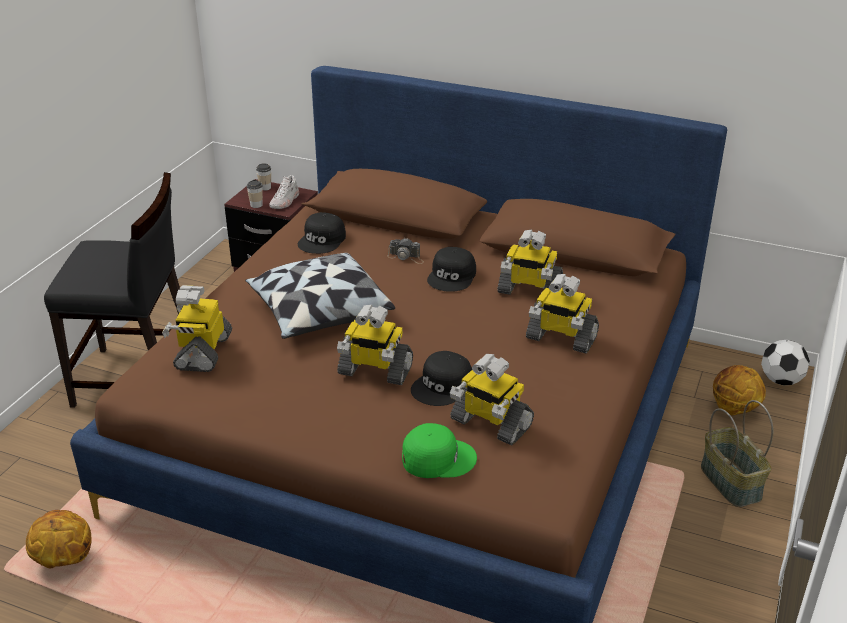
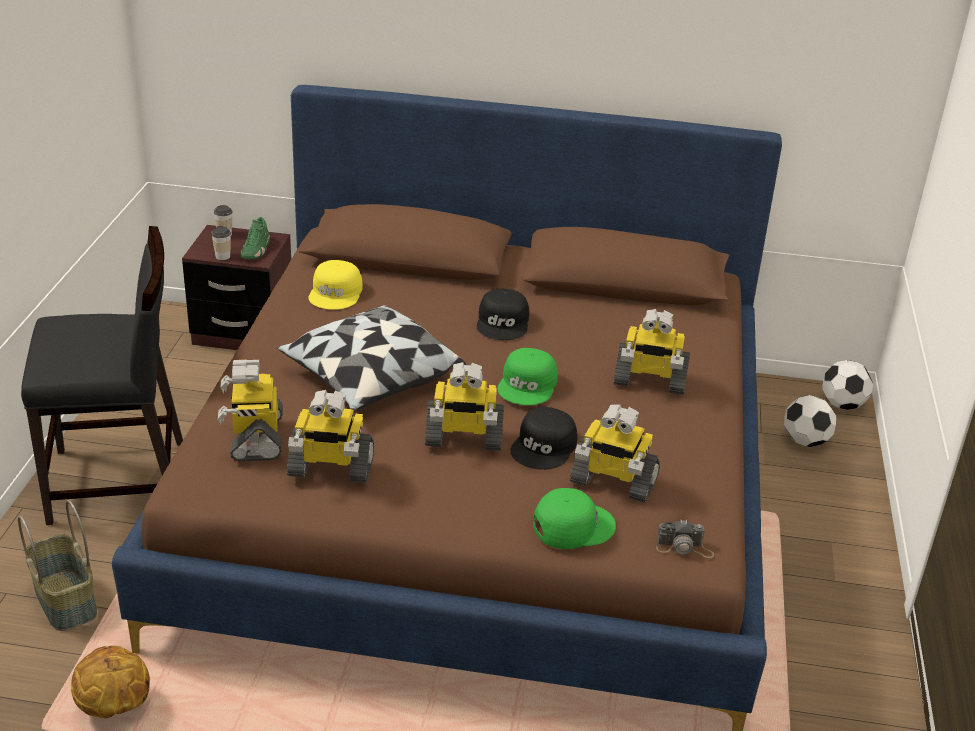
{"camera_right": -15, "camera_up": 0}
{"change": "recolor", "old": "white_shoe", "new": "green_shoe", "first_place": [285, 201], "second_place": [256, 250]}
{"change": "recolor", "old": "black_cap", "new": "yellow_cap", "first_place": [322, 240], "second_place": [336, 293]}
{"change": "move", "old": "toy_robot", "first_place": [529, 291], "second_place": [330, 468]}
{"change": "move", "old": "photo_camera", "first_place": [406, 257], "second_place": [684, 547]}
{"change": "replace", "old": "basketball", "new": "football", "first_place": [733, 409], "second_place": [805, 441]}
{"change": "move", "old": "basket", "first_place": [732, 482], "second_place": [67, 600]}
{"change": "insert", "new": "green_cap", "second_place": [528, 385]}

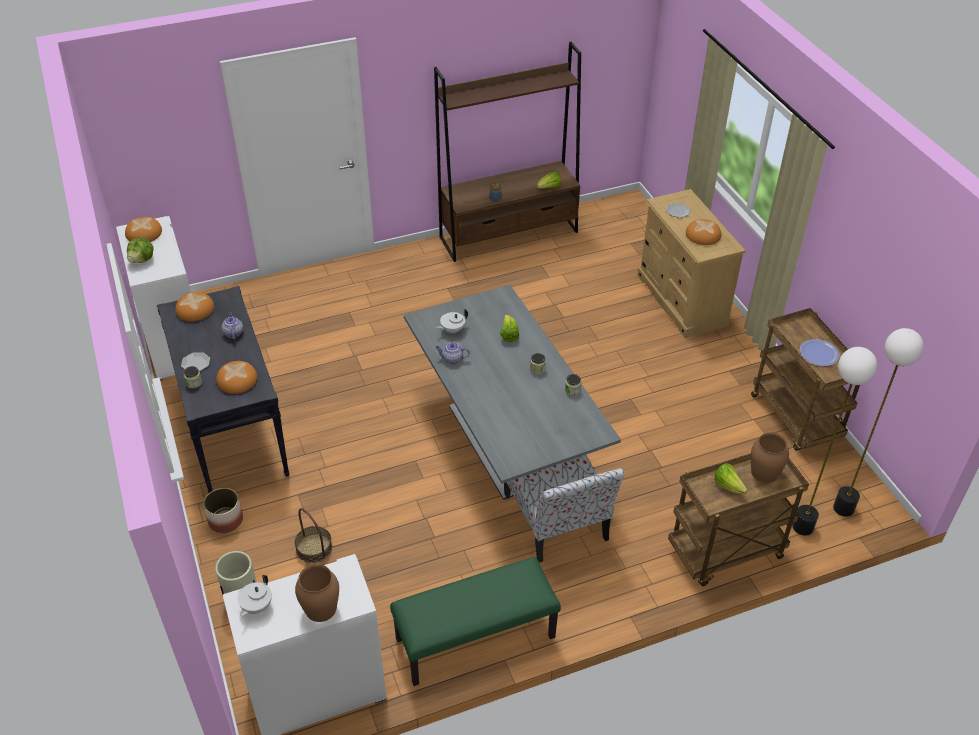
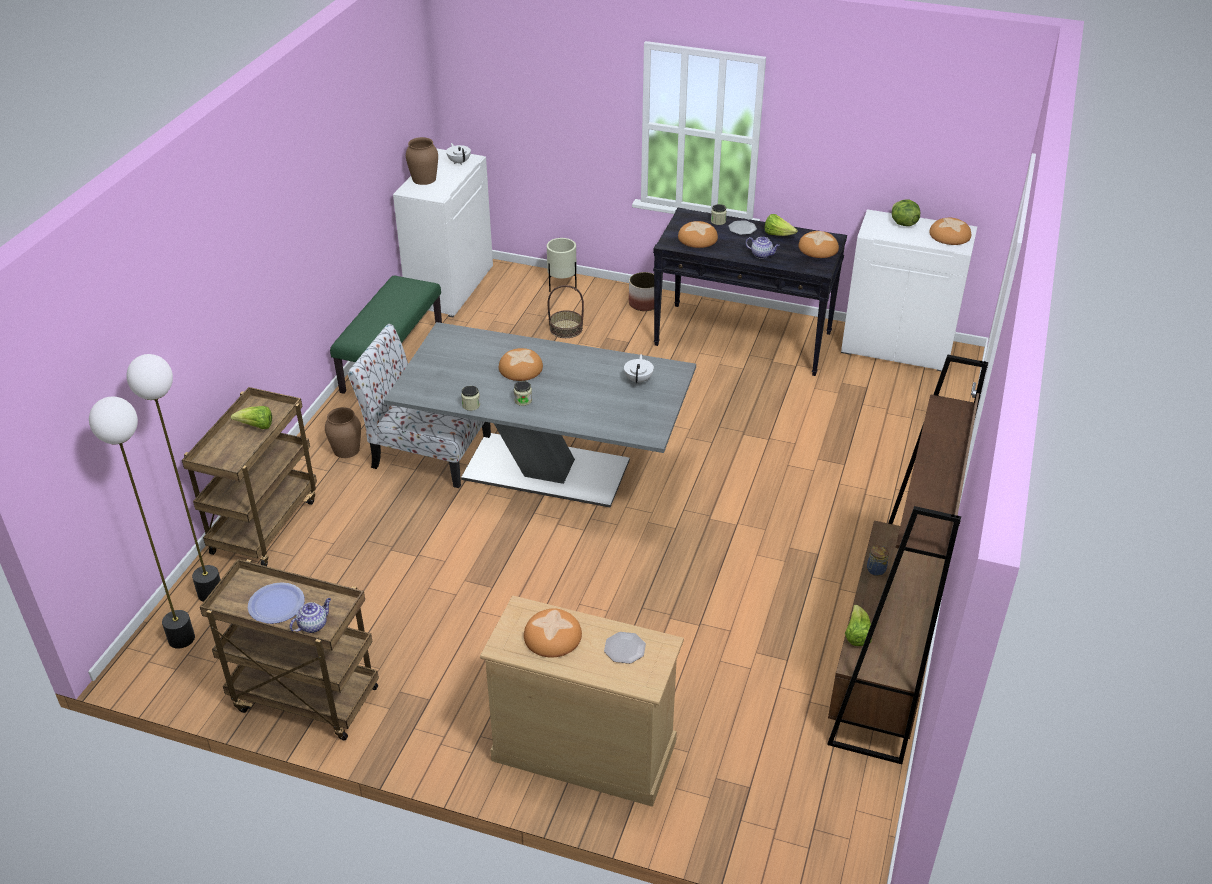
{"camera_right": 130, "camera_up": -5}
{"change": "move", "old": "lettuce", "first_place": [509, 335], "second_place": [778, 235]}
{"change": "move", "old": "teapot", "first_place": [452, 359], "second_place": [313, 625]}
{"change": "move", "old": "brown_vase", "first_place": [764, 472], "second_place": [346, 450]}
{"change": "insert", "new": "bread", "second_place": [520, 368]}

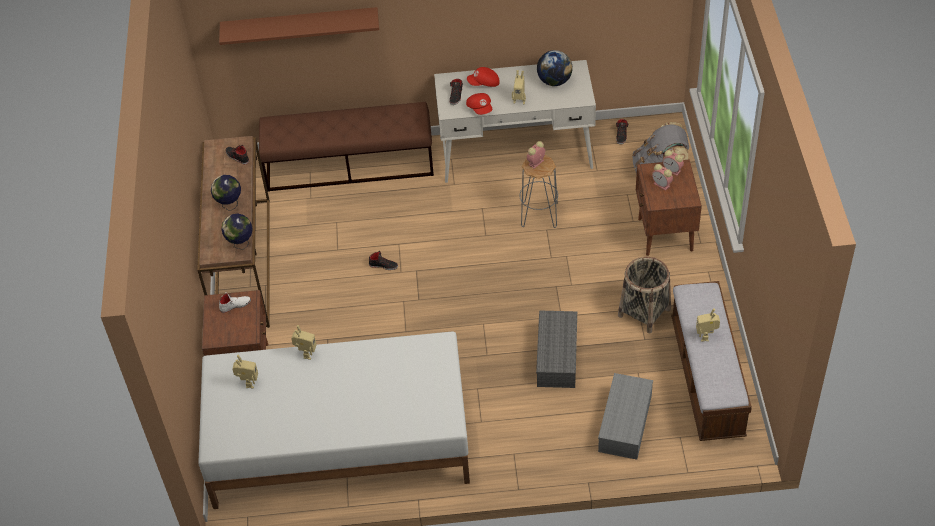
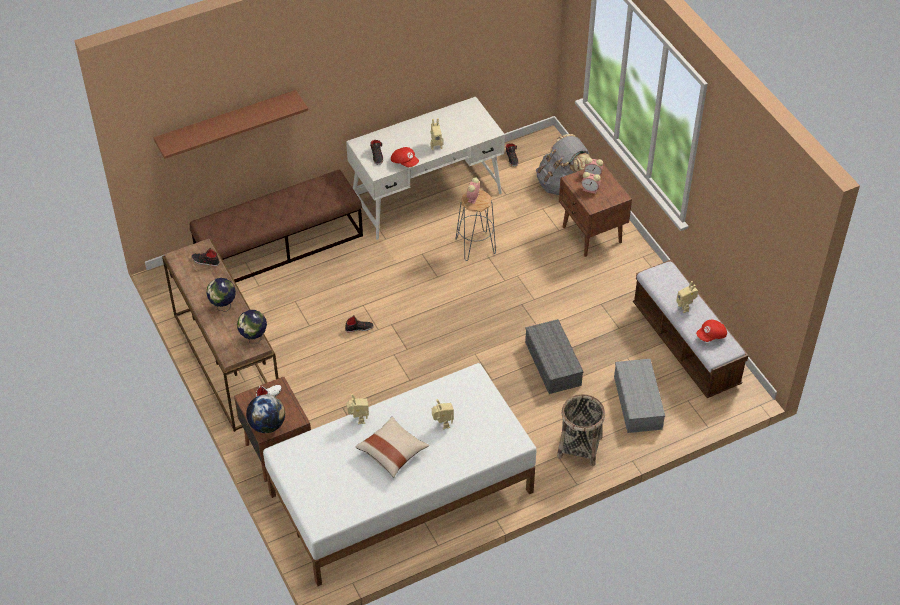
{"camera_right": -25, "camera_up": 0}
{"change": "move", "old": "globe", "first_place": [554, 81], "second_place": [267, 425]}
{"change": "move", "old": "red_cap", "first_place": [484, 83], "second_place": [711, 336]}
{"change": "move", "old": "basket", "first_place": [644, 312], "second_place": [579, 446]}
{"change": "move", "old": "toy_robot", "first_place": [248, 382], "second_place": [442, 424]}
{"change": "insert", "new": "beige_pillow", "second_place": [392, 452]}

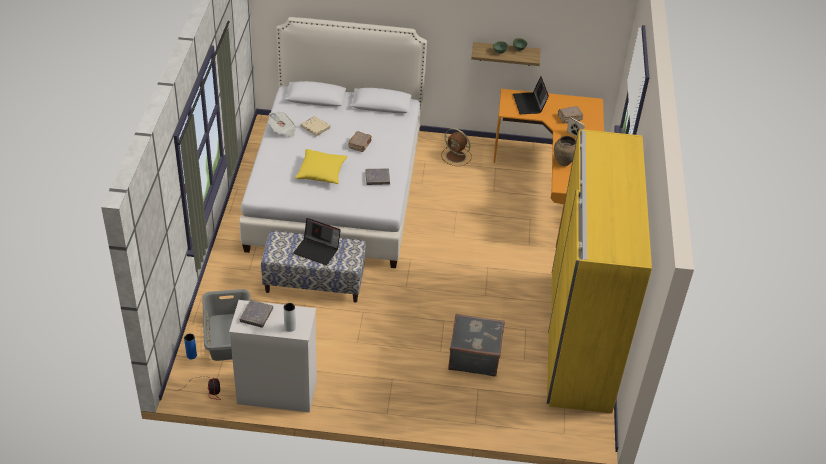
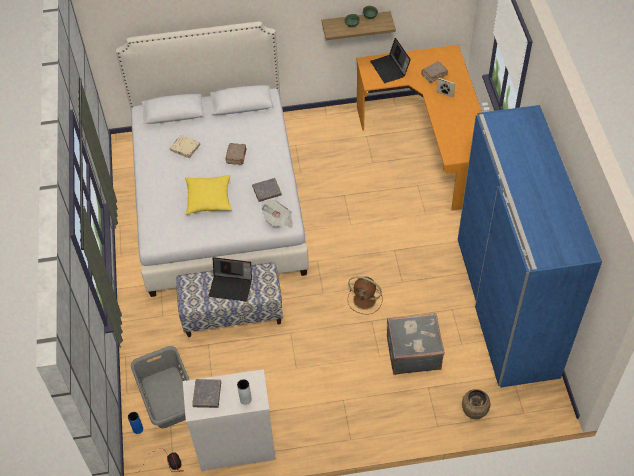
{"camera_right": -10, "camera_up": 10}
{"change": "move", "old": "newspaper", "first_place": [283, 131], "second_place": [278, 220]}
{"change": "move", "old": "brown_fan", "first_place": [456, 157], "second_place": [365, 300]}
{"change": "recolor", "old": "yellow_wardrobe", "new": "blue_wardrobe", "first_place": [579, 340], "second_place": [506, 306]}
{"change": "move", "old": "brown_vase", "first_place": [563, 162], "second_place": [473, 412]}

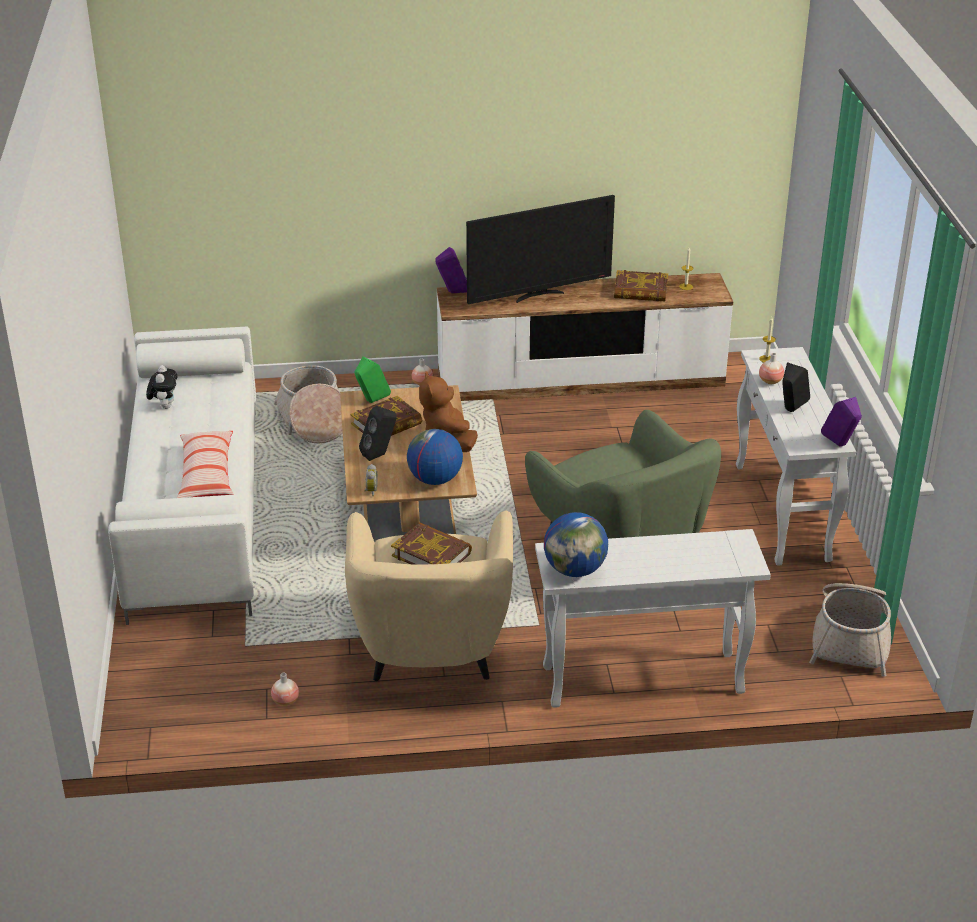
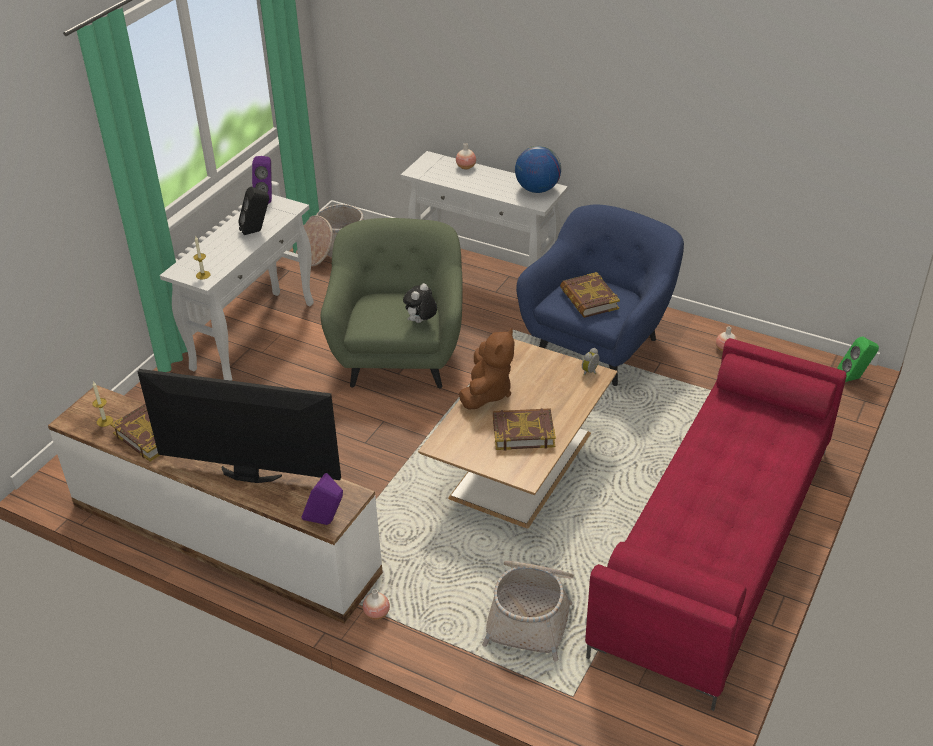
{"camera_right": -145, "camera_up": 5}
{"change": "recolor", "old": "white_sofa", "new": "red_sofa", "first_place": [195, 508], "second_place": [716, 548]}
{"change": "move", "old": "vase", "first_place": [770, 381], "second_place": [466, 167]}
{"change": "move", "old": "green_speaker", "first_place": [371, 402], "second_place": [854, 378]}
{"change": "move", "old": "plush_toy", "first_place": [164, 406], "second_place": [421, 322]}
{"change": "delete", "old": "black_speaker", "first_place": [380, 455]}
{"change": "delete", "old": "globe", "first_place": [435, 479]}
{"change": "delete", "old": "pillow", "first_place": [207, 475]}
{"change": "recolor", "old": "beige_armchair", "new": "blue_armchair", "first_place": [431, 646], "second_place": [599, 345]}

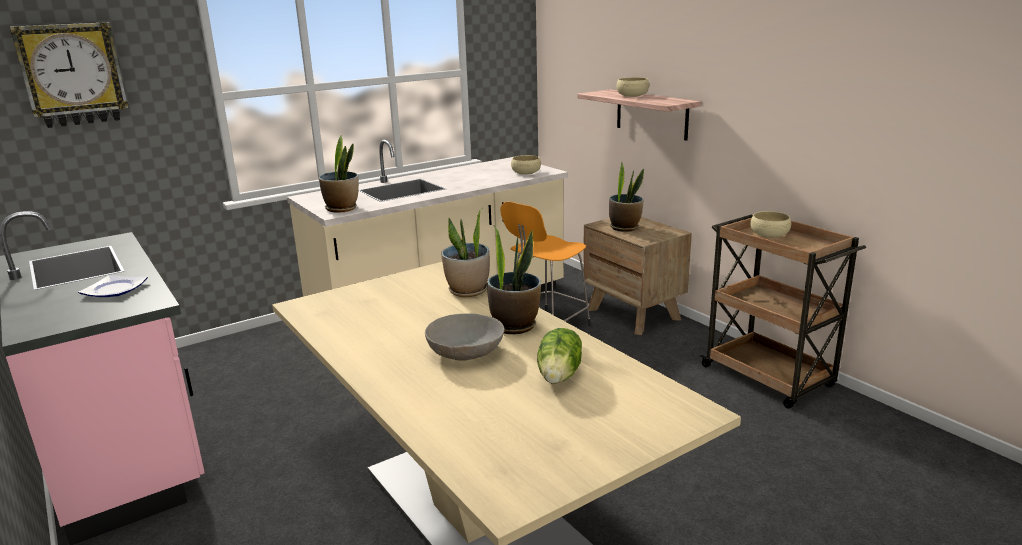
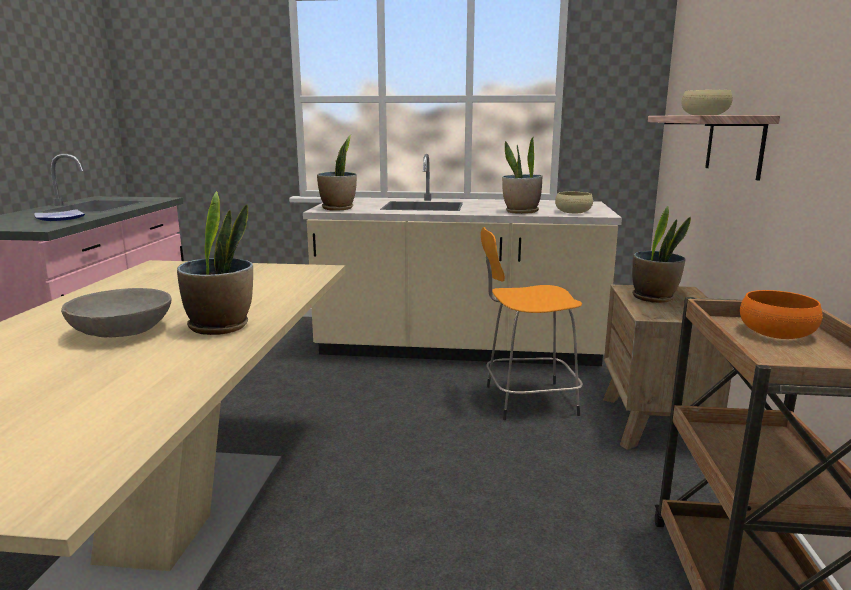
{"camera_right": 40, "camera_up": -5}
{"change": "delete", "old": "wall_clock", "first_place": [72, 75]}
{"change": "move", "old": "potted_plant", "first_place": [468, 291], "second_place": [521, 212]}
{"change": "recolor", "old": "beige_bowl", "new": "orange_bowl", "first_place": [769, 234], "second_place": [776, 332]}
{"change": "delete", "old": "lettuce", "first_place": [560, 375]}

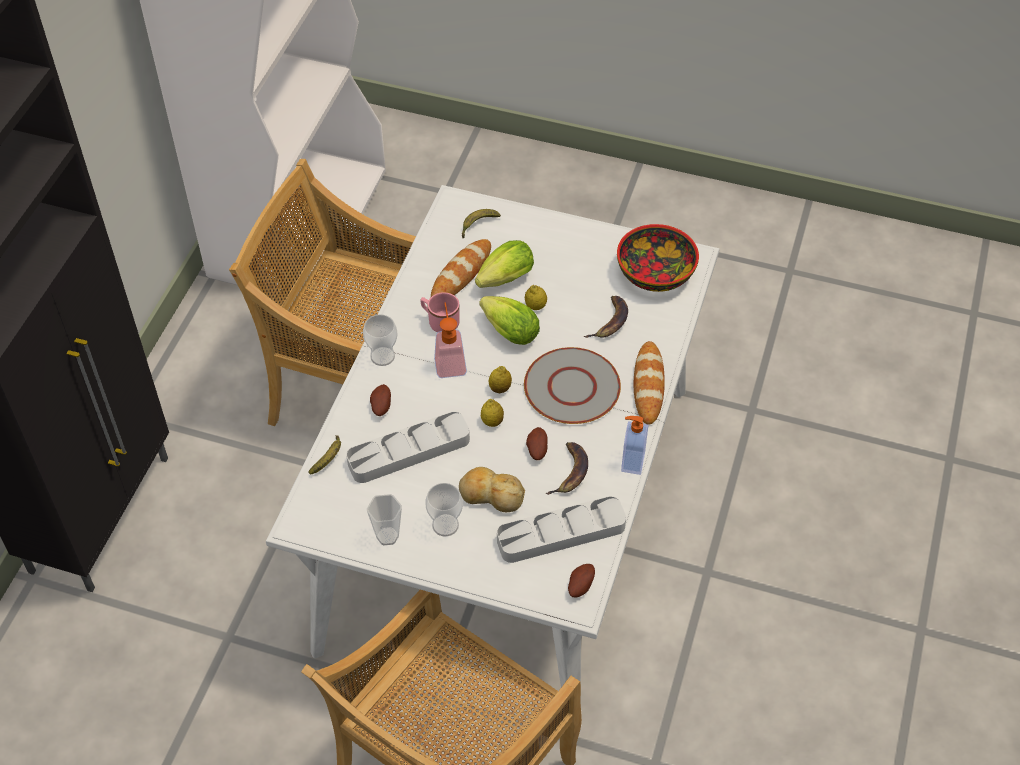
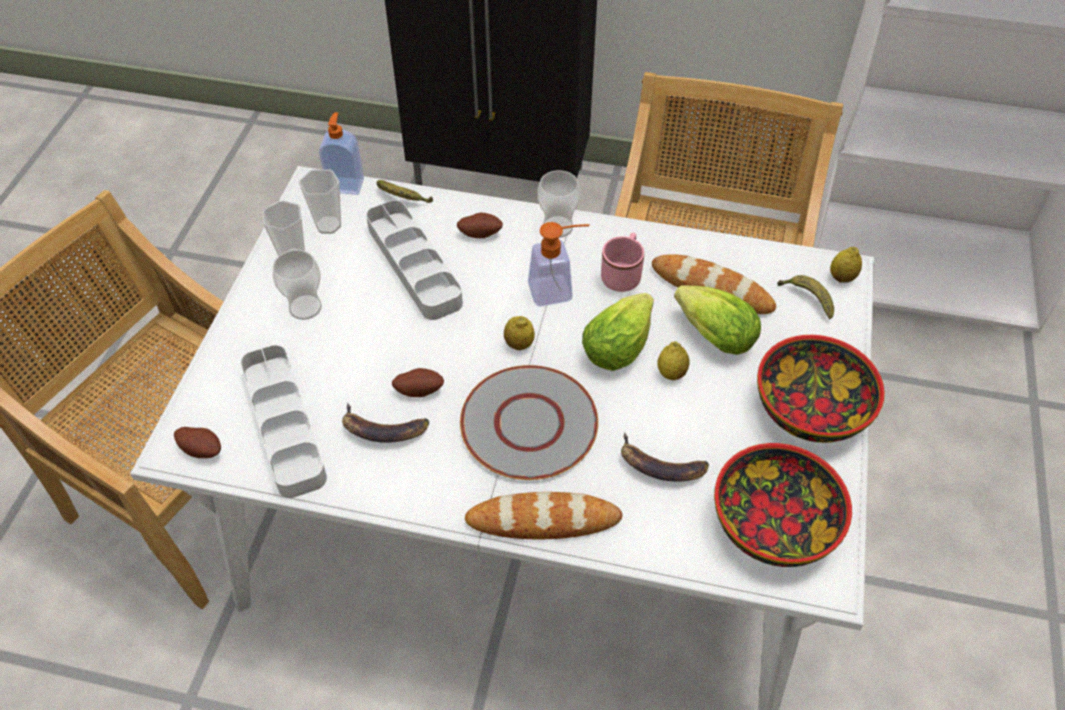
{"camera_right": 85, "camera_up": 0}
{"change": "move", "old": "lemon", "first_place": [492, 421], "second_place": [842, 277]}
{"change": "move", "old": "soap_dispenser", "first_place": [631, 462], "second_place": [346, 185]}
{"change": "delete", "old": "bread", "first_place": [491, 495]}
{"change": "insert", "new": "cup", "second_place": [328, 225]}
{"change": "insert", "new": "bowl", "second_place": [809, 409]}

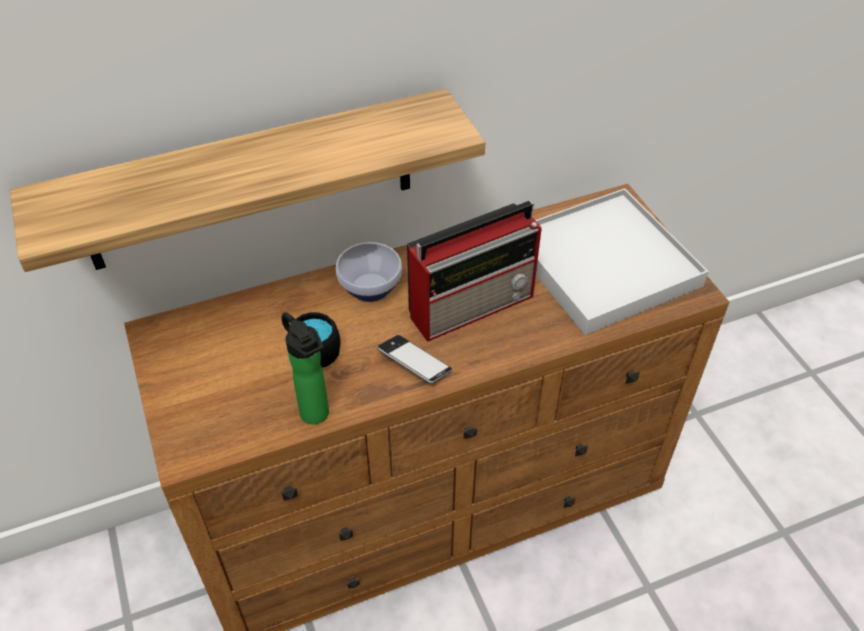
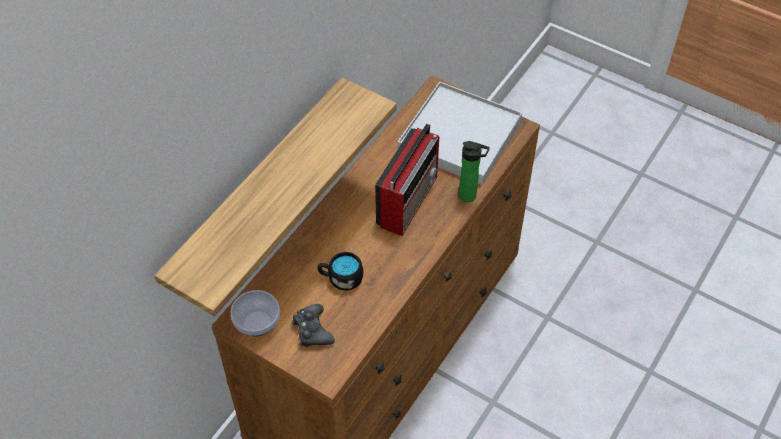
{"camera_right": -35, "camera_up": 5}
{"change": "move", "old": "bowl", "first_place": [372, 288], "second_place": [259, 323]}
{"change": "move", "old": "bottle", "first_place": [317, 416], "second_place": [470, 196]}
{"change": "delete", "old": "phone", "first_place": [414, 363]}
{"change": "insert", "new": "black_game_controller", "second_place": [312, 330]}

